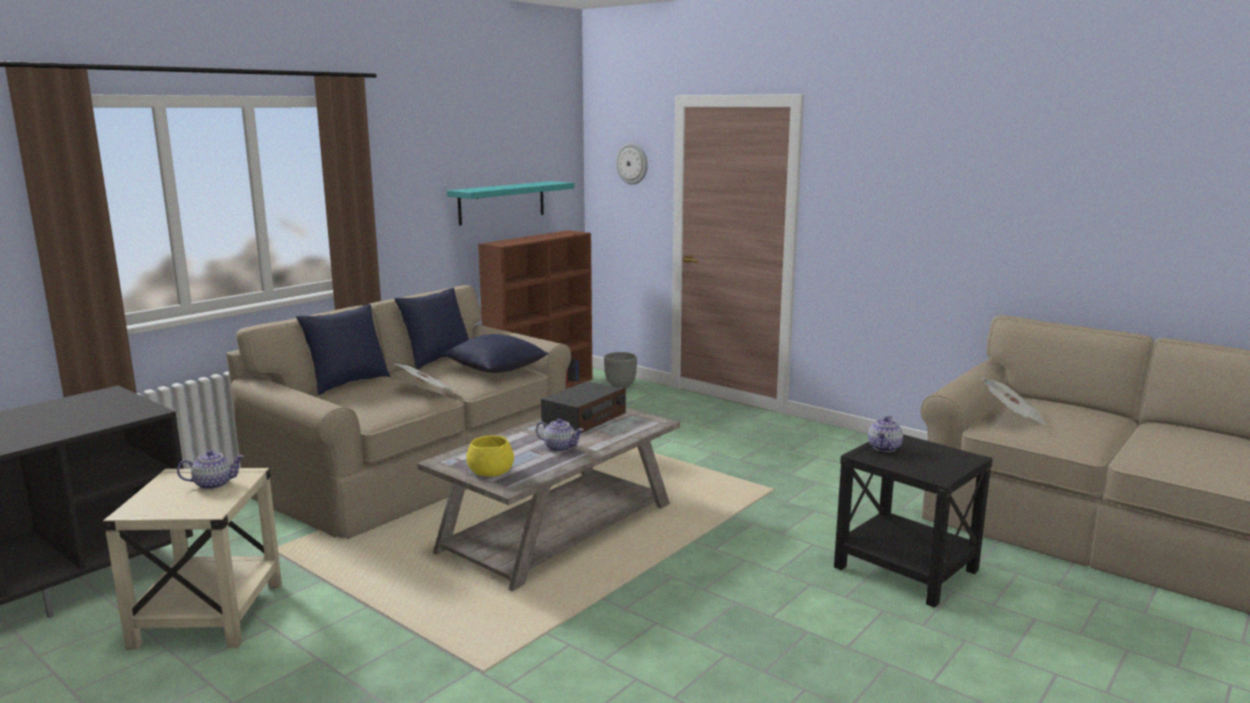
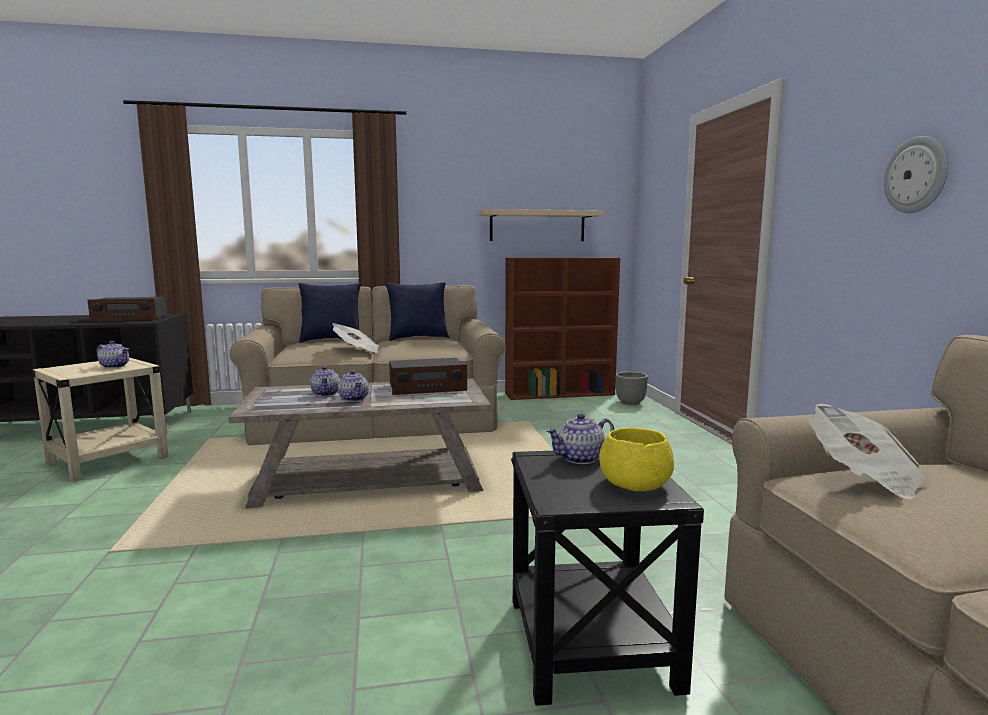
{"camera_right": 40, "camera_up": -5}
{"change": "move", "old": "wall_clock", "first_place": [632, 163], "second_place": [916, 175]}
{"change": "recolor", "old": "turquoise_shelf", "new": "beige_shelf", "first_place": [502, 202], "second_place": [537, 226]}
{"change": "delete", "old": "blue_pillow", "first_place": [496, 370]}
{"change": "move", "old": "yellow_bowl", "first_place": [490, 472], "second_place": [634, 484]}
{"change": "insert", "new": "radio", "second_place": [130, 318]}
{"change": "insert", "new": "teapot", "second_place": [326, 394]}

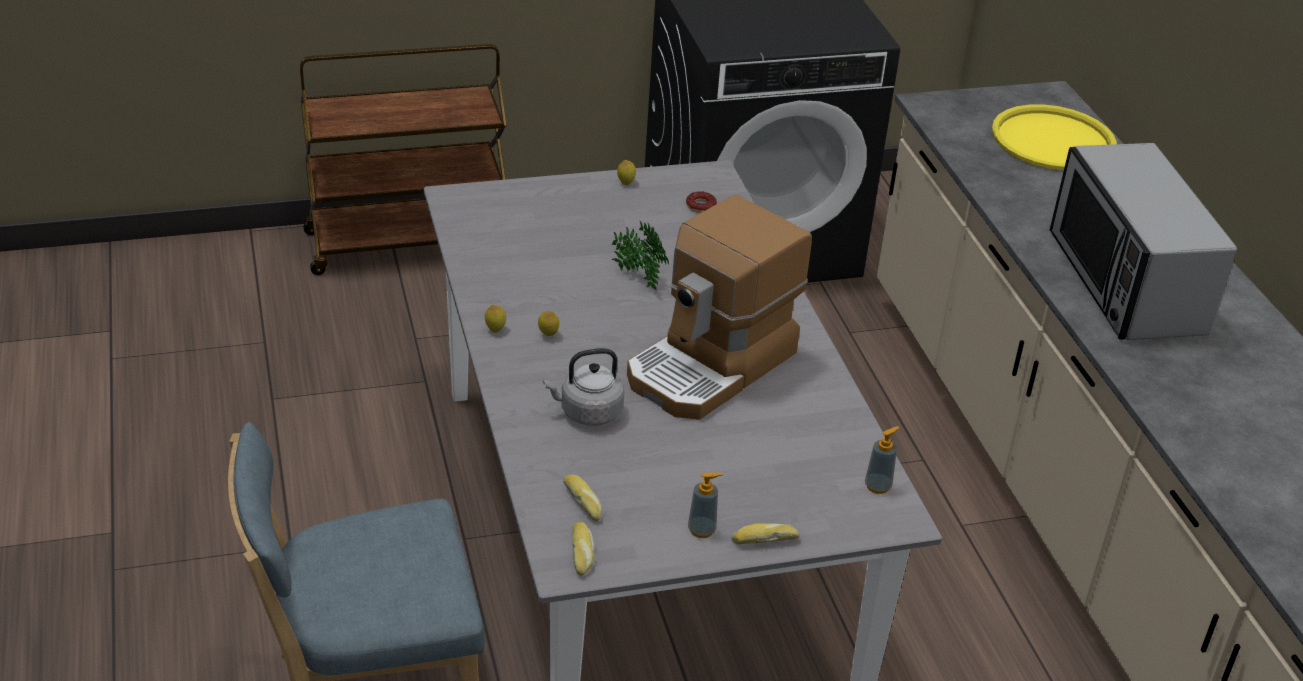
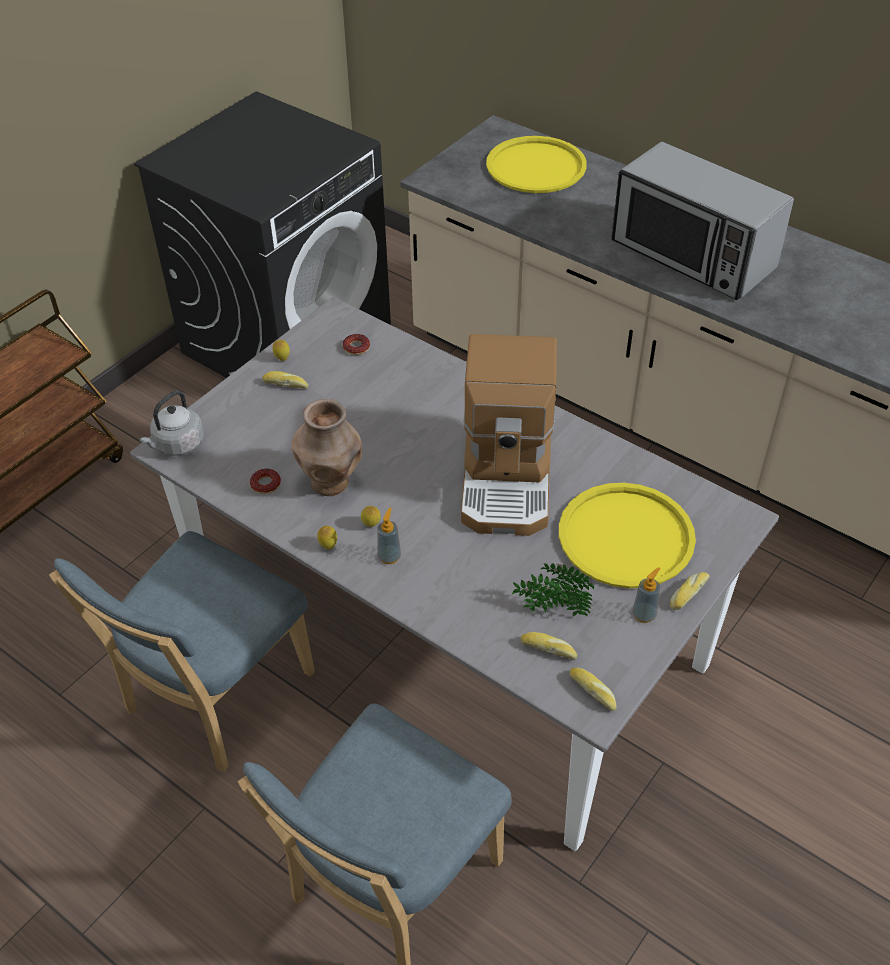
{"camera_right": -35, "camera_up": 10}
{"change": "move", "old": "potted_plant", "first_place": [638, 278], "second_place": [552, 609]}
{"change": "move", "old": "grey_kettle", "first_place": [587, 413], "second_place": [177, 445]}
{"change": "move", "old": "soap_dispenser", "first_place": [878, 486], "second_place": [389, 556]}
{"change": "insert", "new": "bread", "second_place": [286, 384]}
{"change": "insert", "new": "brown_vase", "second_place": [331, 483]}
{"change": "insert", "new": "donut", "second_place": [265, 484]}
{"change": "insert", "new": "yellow_tray", "second_place": [626, 536]}
{"change": "insert", "new": "blue_chair", "second_place": [213, 698]}

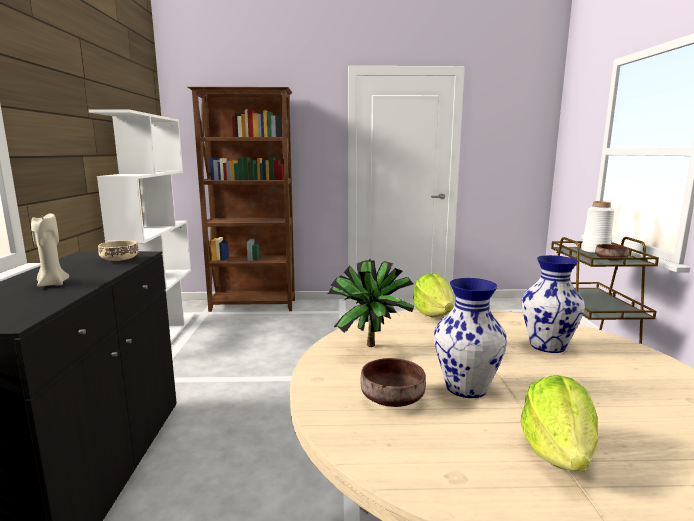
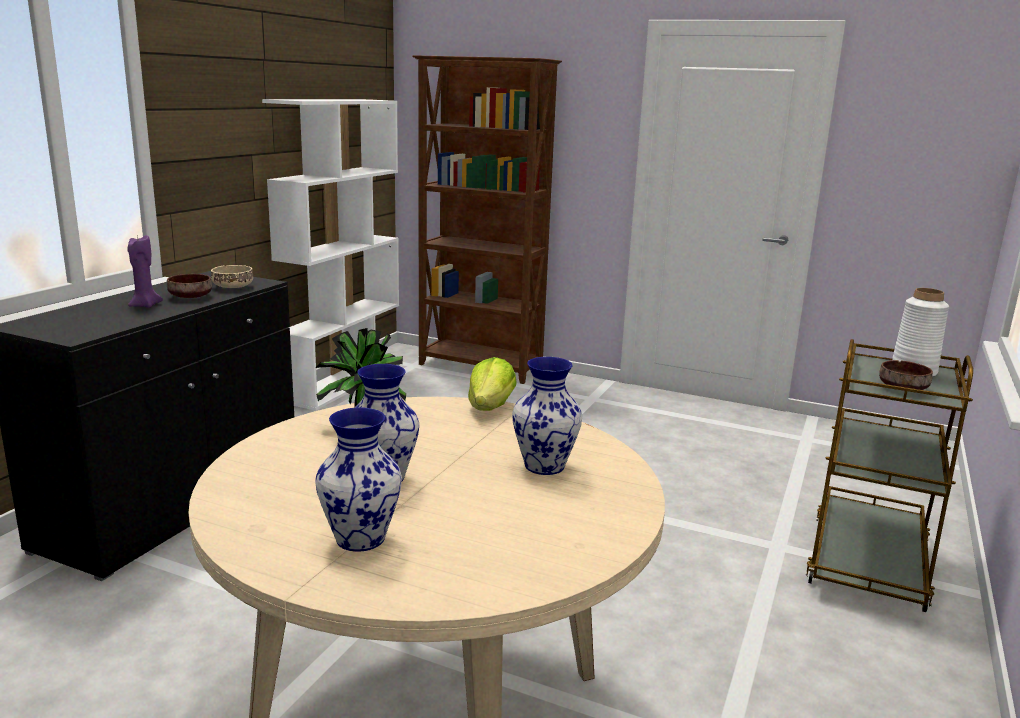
{"camera_right": 25, "camera_up": 5}
{"change": "recolor", "old": "beige_candle", "new": "purple_candle", "first_place": [52, 284], "second_place": [144, 305]}
{"change": "move", "old": "brown_bowl", "first_place": [393, 398], "second_place": [192, 297]}
{"change": "replace", "old": "lettuce", "new": "vase", "first_place": [558, 452], "second_place": [362, 538]}

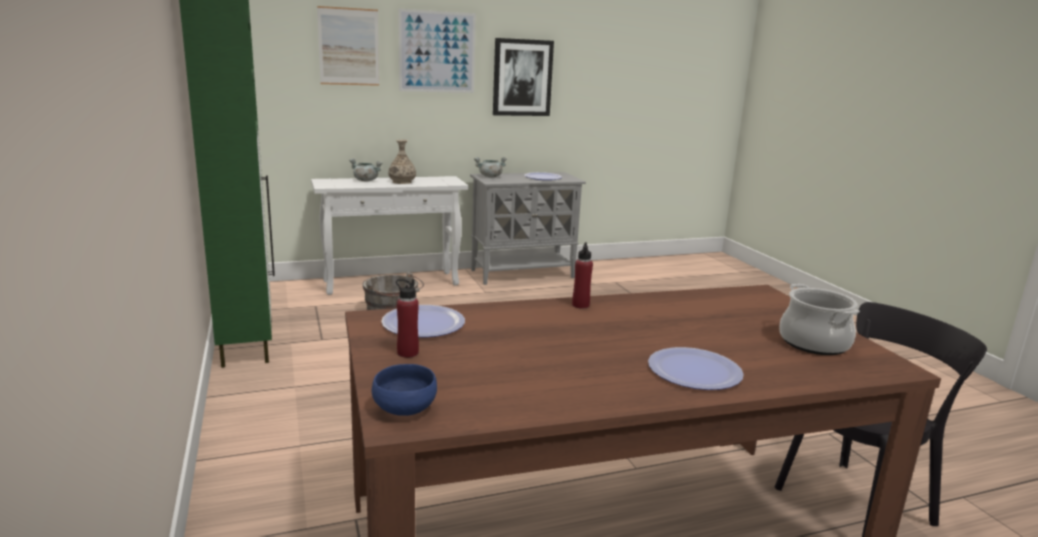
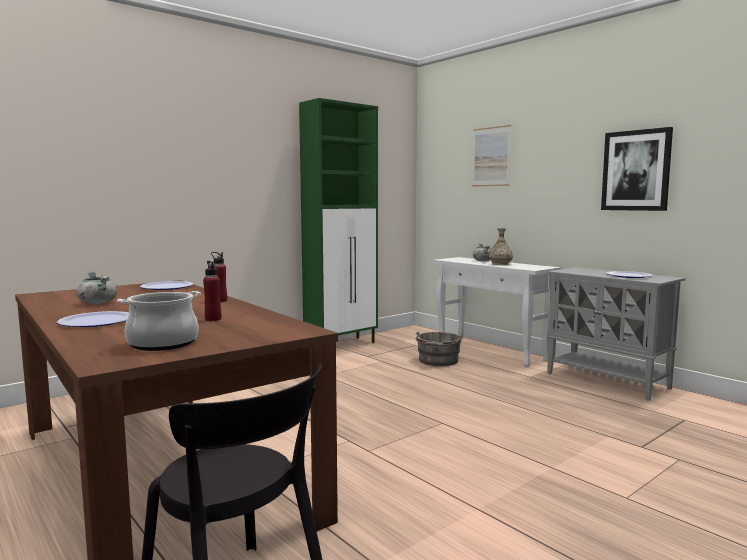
{"camera_right": 70, "camera_up": -10}
{"change": "delete", "old": "picture", "first_place": [437, 52]}
{"change": "move", "old": "grey_cooking_pot", "first_place": [490, 177], "second_place": [97, 303]}
{"change": "move", "old": "red_bottle", "first_place": [407, 353], "second_place": [213, 319]}
{"change": "delete", "old": "blue_bowl", "first_place": [404, 410]}

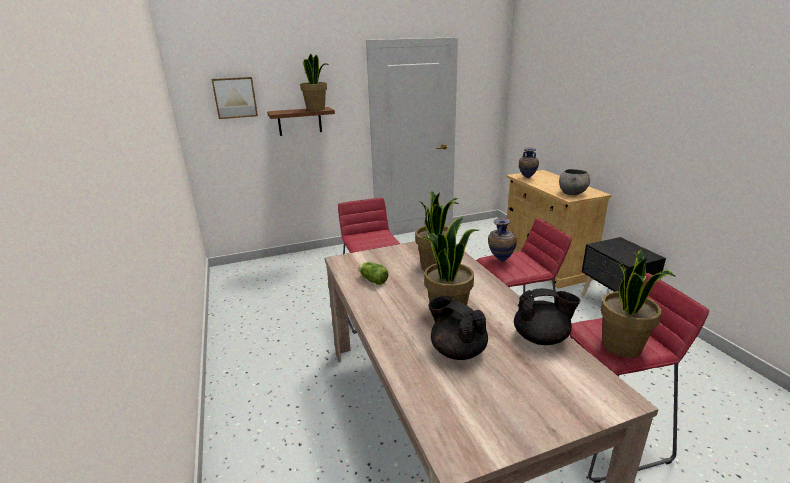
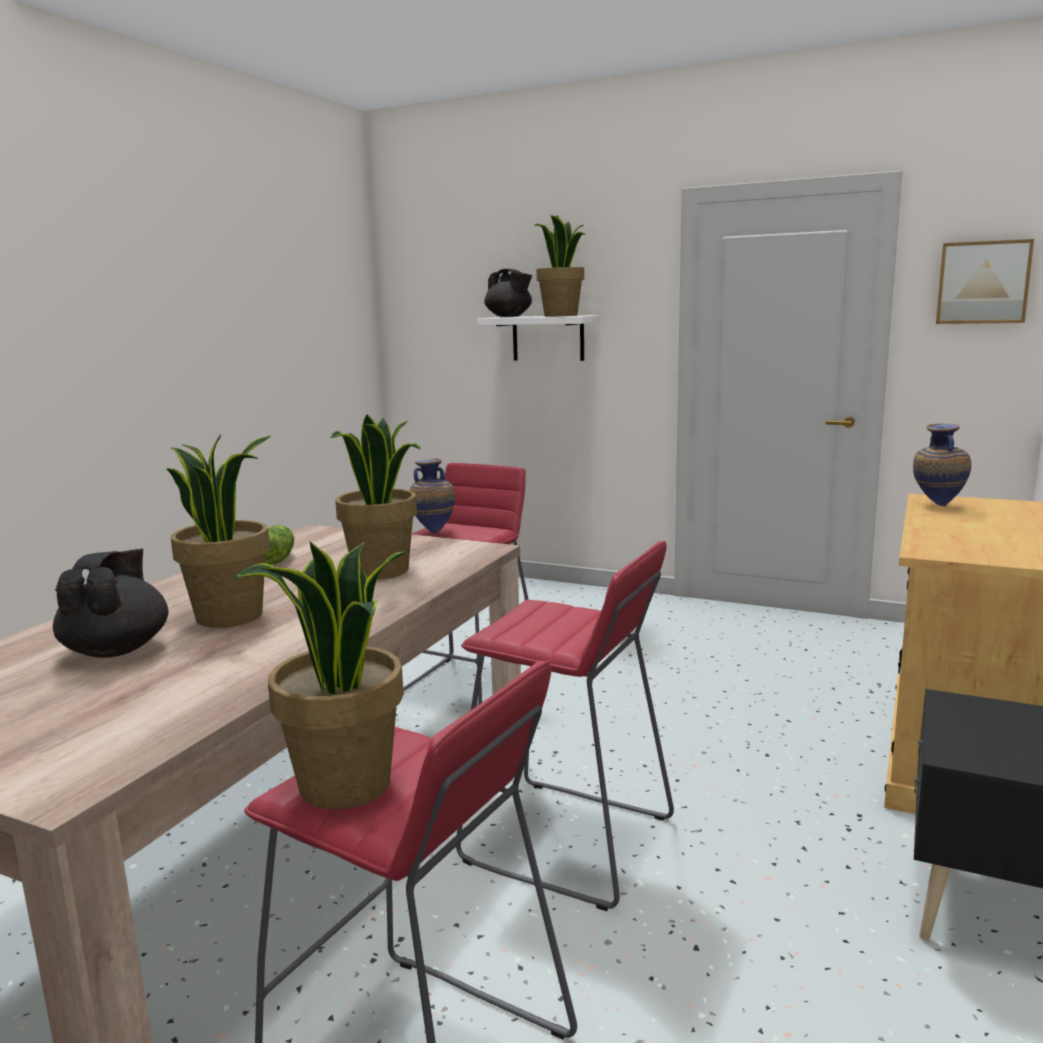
{"camera_right": 45, "camera_up": -10}
{"change": "move", "old": "picture", "first_place": [235, 97], "second_place": [983, 282]}
{"change": "recolor", "old": "brown_shelf", "new": "white_shelf", "first_place": [299, 121], "second_place": [548, 338]}
{"change": "delete", "old": "grey_bowl", "first_place": [572, 193]}
{"change": "move", "old": "vase", "first_place": [500, 260], "second_place": [434, 532]}
{"change": "move", "old": "black_teapot", "first_place": [541, 338], "second_place": [509, 316]}

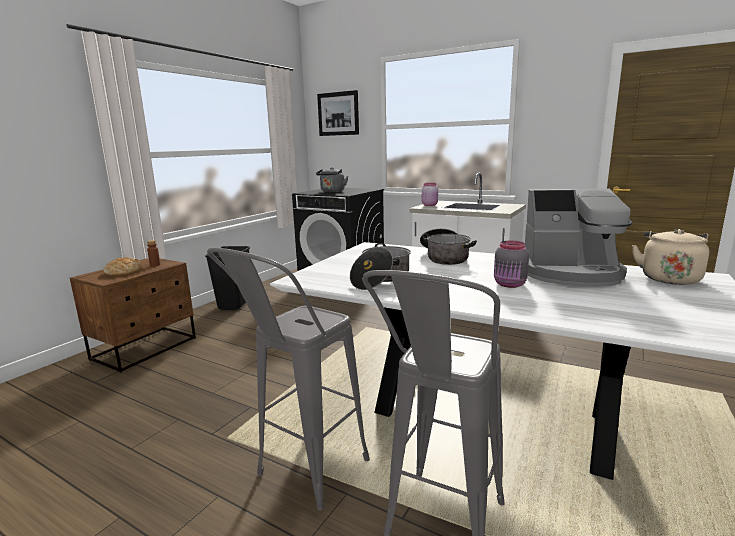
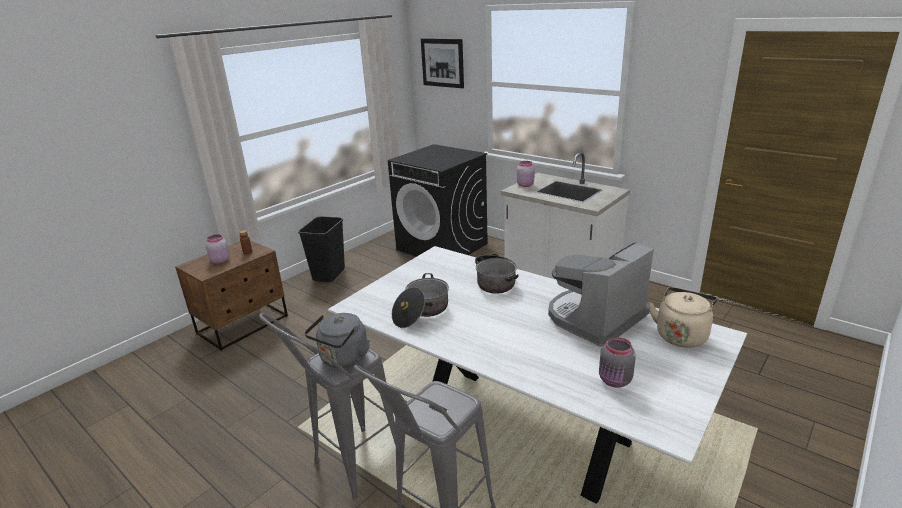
{"camera_right": 10, "camera_up": 10}
{"change": "move", "old": "grey_kettle", "first_place": [332, 191], "second_place": [342, 359]}
{"change": "rotate", "old": "coffee_machine", "first_place": [570, 273], "second_place": [595, 318], "degrees": 120}
{"change": "move", "old": "grey_jar", "first_place": [510, 285], "second_place": [615, 381]}
{"change": "replace", "old": "bread", "new": "pink_jar", "first_place": [123, 271], "second_place": [220, 261]}

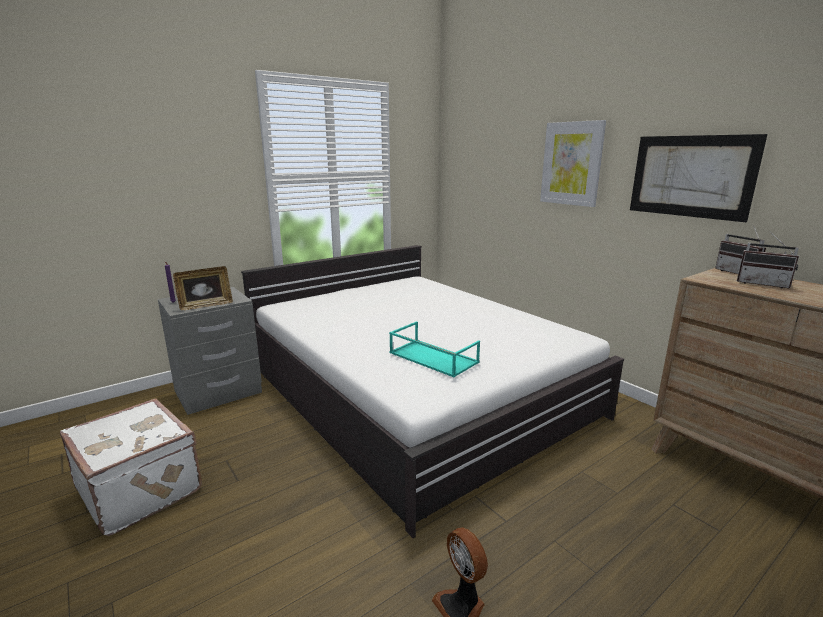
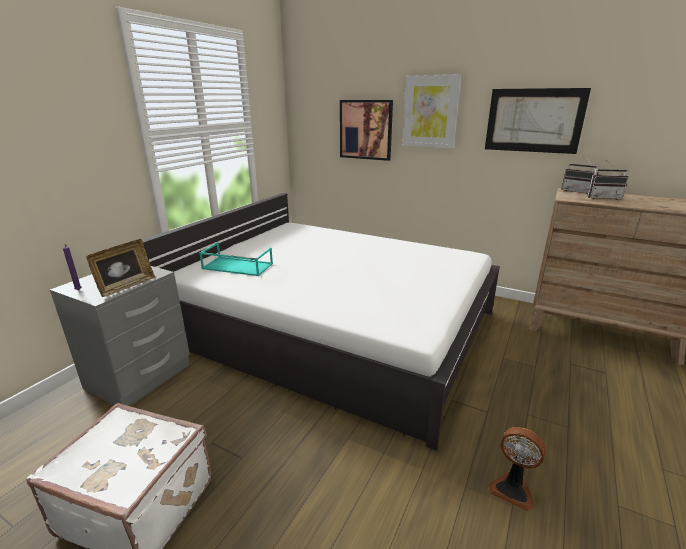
{"camera_right": -25, "camera_up": 5}
{"change": "move", "old": "turquoise_tray", "first_place": [432, 357], "second_place": [236, 266]}
{"change": "insert", "new": "picture", "second_place": [366, 130]}

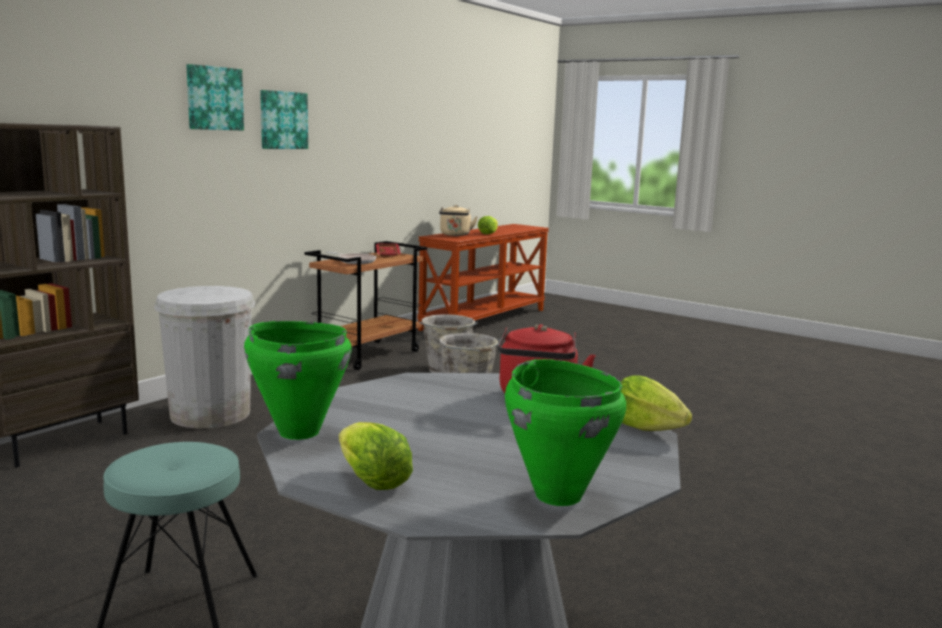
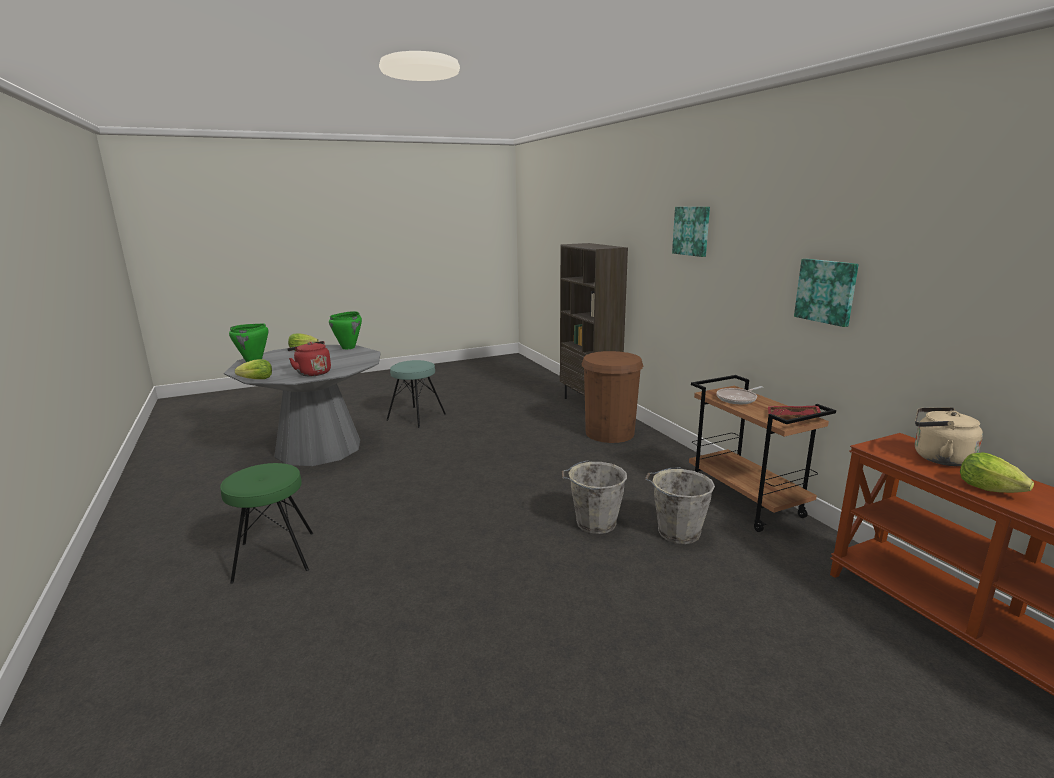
{"camera_right": 120, "camera_up": 5}
{"change": "move", "old": "picture", "first_place": [283, 120], "second_place": [826, 291]}
{"change": "recolor", "old": "white_trash_can", "new": "brown_trash_can", "first_place": [210, 414], "second_place": [609, 433]}
{"change": "insert", "new": "green_stool", "second_place": [274, 556]}

